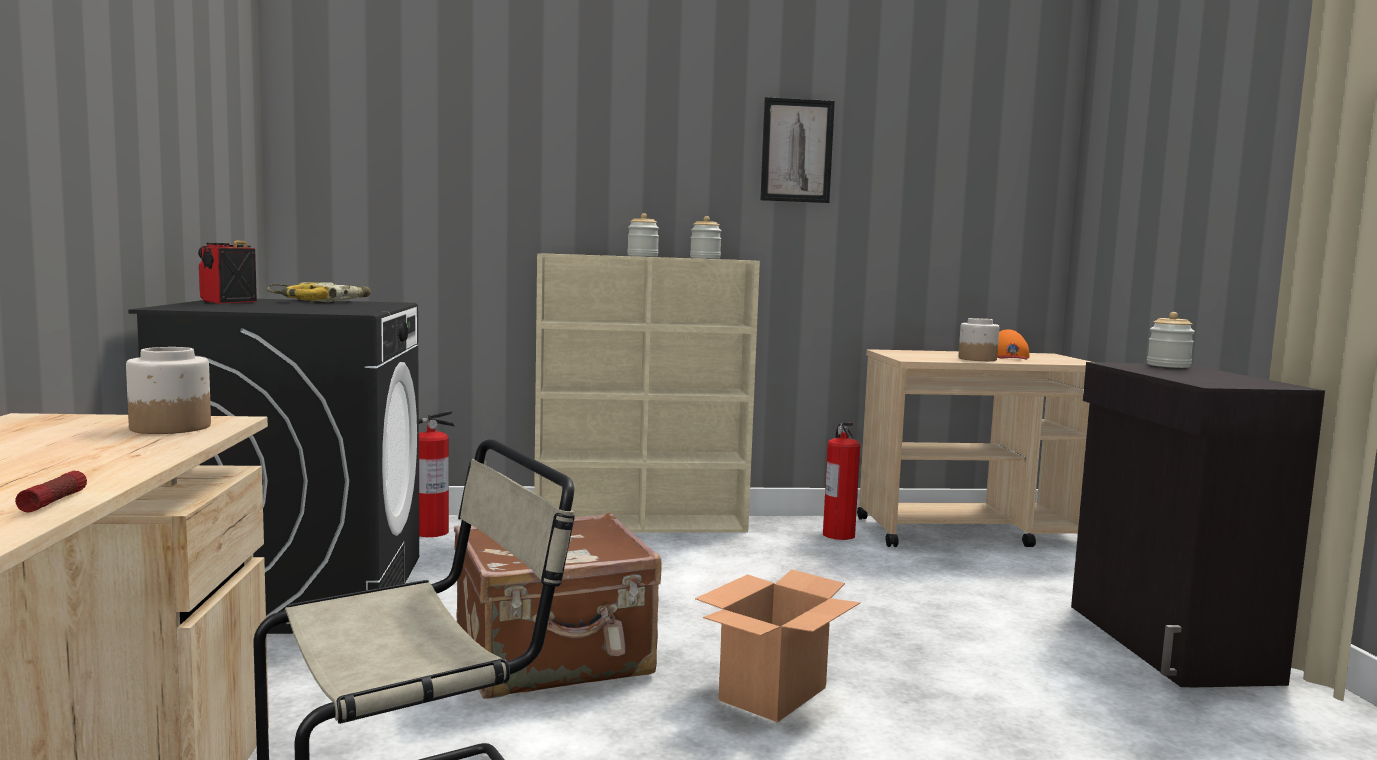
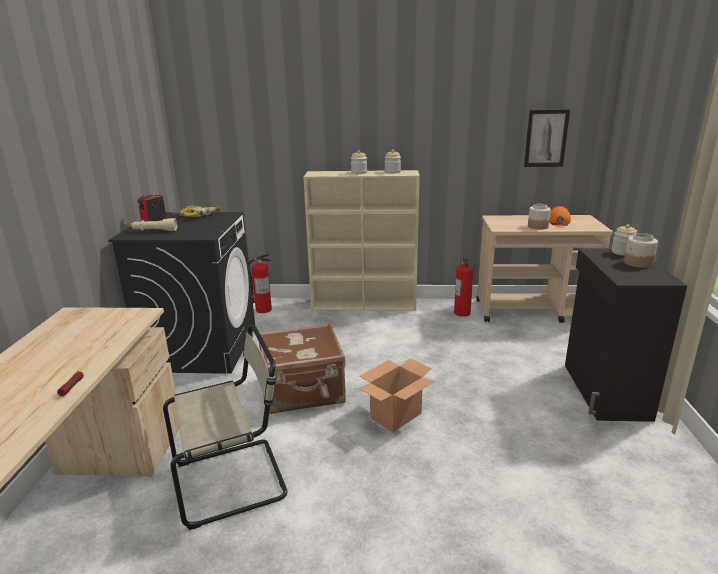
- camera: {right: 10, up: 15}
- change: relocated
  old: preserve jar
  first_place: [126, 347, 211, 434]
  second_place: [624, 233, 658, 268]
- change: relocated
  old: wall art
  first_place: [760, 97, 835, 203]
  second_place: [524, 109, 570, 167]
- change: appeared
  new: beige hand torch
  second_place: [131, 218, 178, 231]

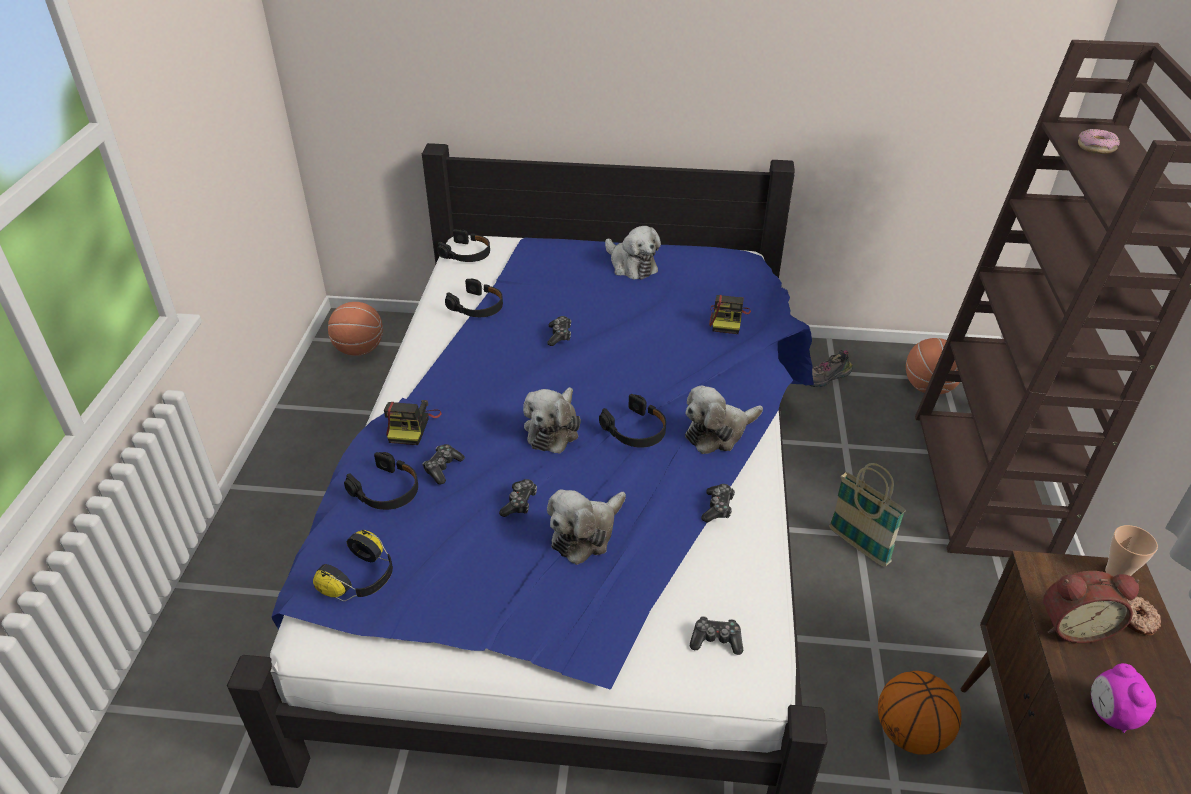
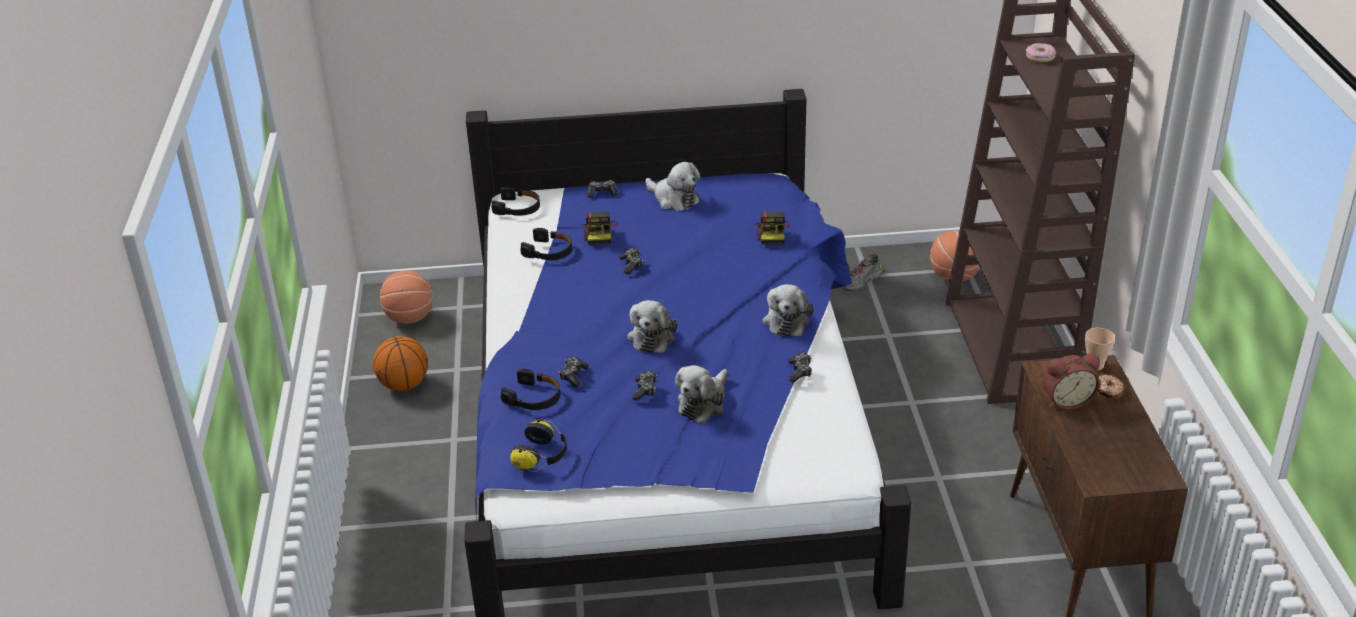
- camera: {right: -10, up: -5}
- change: relocated
  old: still camera
  first_place: [384, 400, 442, 445]
  second_place: [583, 212, 618, 245]
- change: missing
  old: black-coloured headphones
  first_place: [599, 394, 666, 448]
- change: spun
  old: cuddly toy
  first_place: [685, 386, 763, 454]
  second_place: [763, 284, 814, 336]
  degrees: -45
- change: relocated
  old: gamepad
  first_place: [690, 616, 743, 655]
  second_place: [587, 180, 618, 198]
- change: missing
  old: basket
  first_place: [829, 463, 906, 567]
- change: relocated
  old: basketball
  first_place: [878, 671, 962, 755]
  second_place: [373, 336, 428, 391]
- change: missing
  old: alarm clock
  first_place: [1091, 663, 1156, 733]

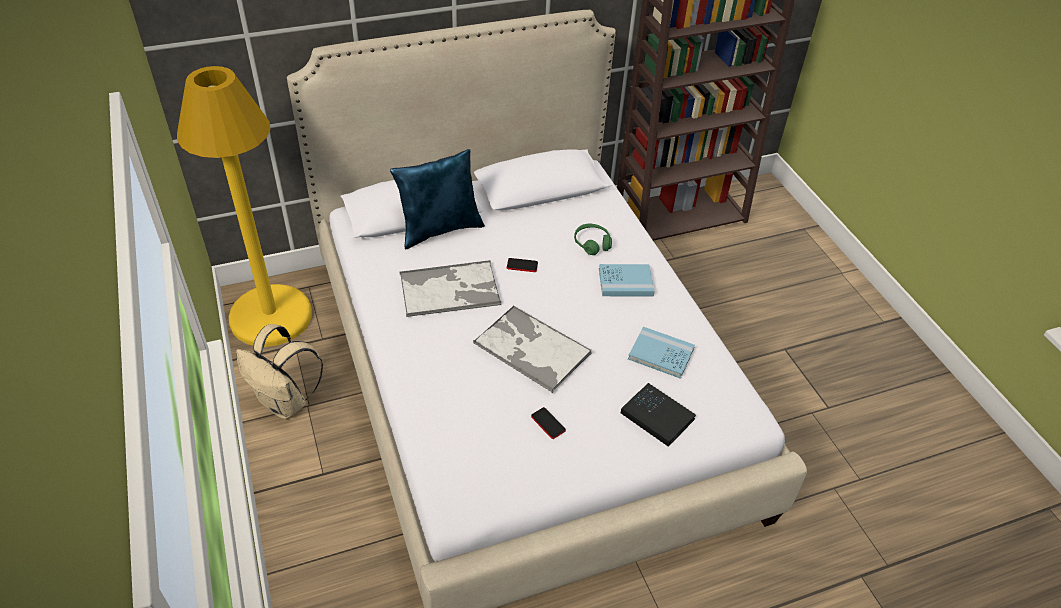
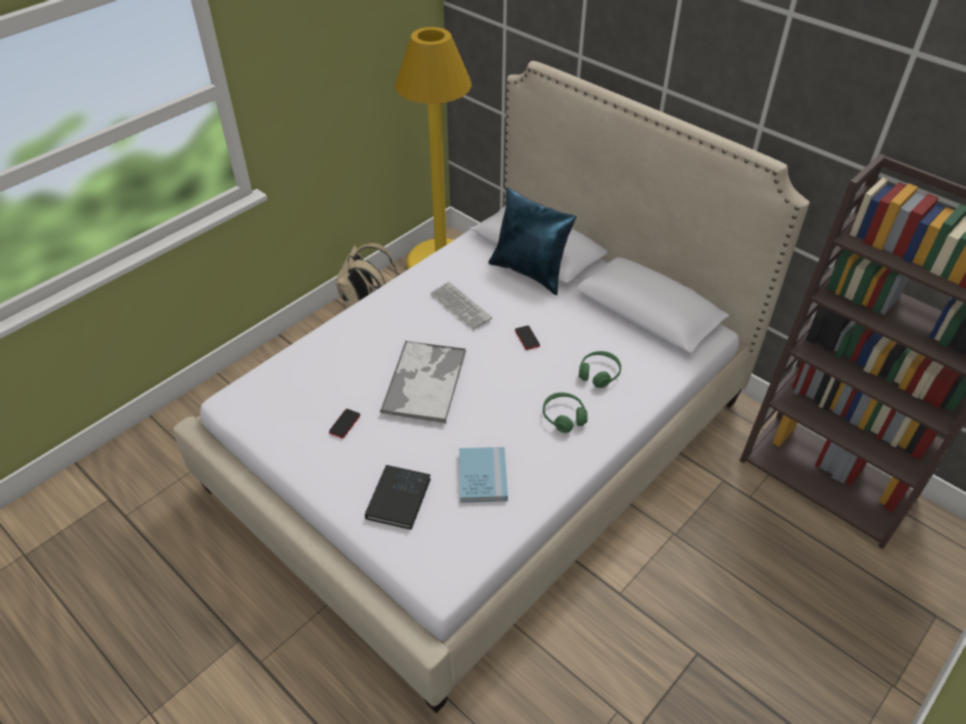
- camera: {right: 65, up: 0}
- change: exchanged
  old: tray
  new: PC keyboard
  first_place: [400, 260, 501, 317]
  second_place: [430, 281, 492, 330]
- change: exchanged
  old: bluish book
  new: green-coloured headphones
  first_place: [599, 264, 655, 296]
  second_place: [543, 392, 588, 433]

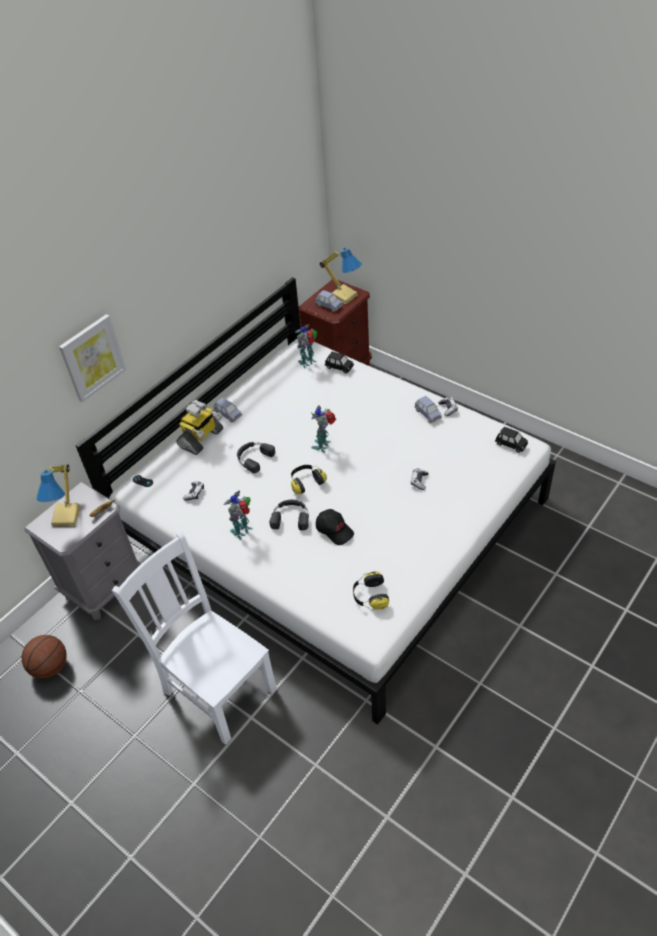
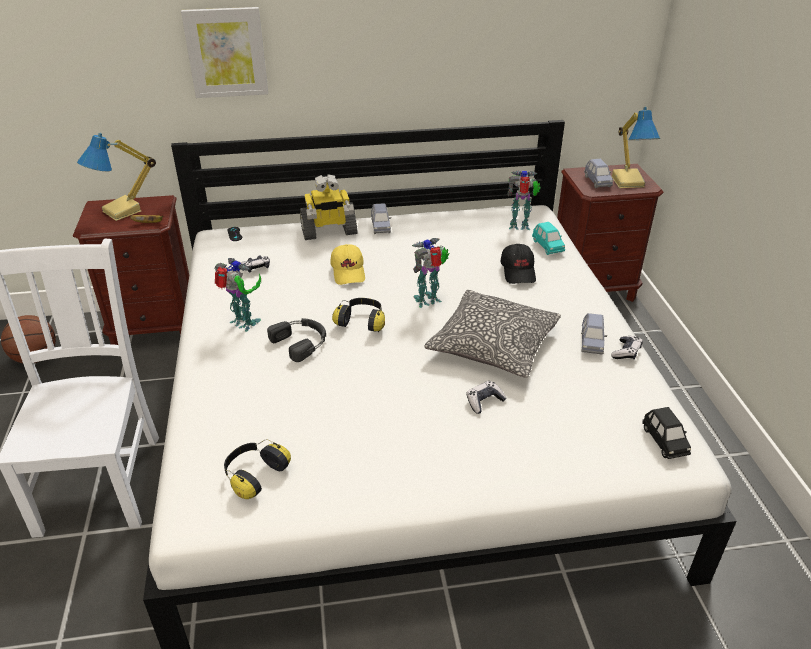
- camera: {right: 40, up: -10}
- change: colour
  old: grey bedside table
  new: brown-coloured bedside table
  first_place: [24, 482, 142, 620]
  second_place: [73, 195, 189, 345]
- change: spun
  old: robot figure
  first_place: [224, 490, 253, 540]
  second_place: [214, 258, 261, 332]
  degrees: 45
- change: exchanged
  old: black-coloured headphones
  new: yellowish cap
  first_place: [237, 442, 275, 473]
  second_place: [331, 244, 365, 285]
- change: relocated
  old: black-coloured cap
  first_place: [316, 509, 354, 545]
  second_place: [501, 244, 536, 284]
- change: colour
  old: black-coloured miniature car
  new: turquoise miniature car
  first_place: [325, 352, 354, 373]
  second_place: [532, 222, 565, 255]
- change: appeared
  new: throw pillow
  second_place: [424, 290, 561, 378]

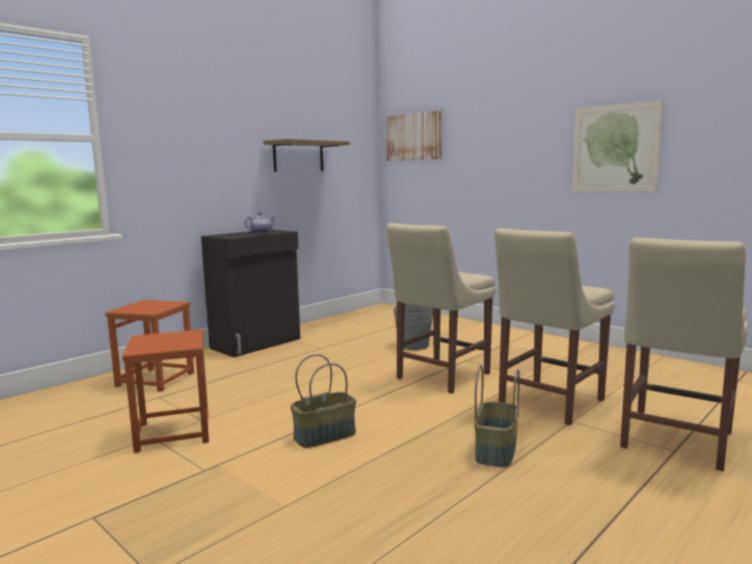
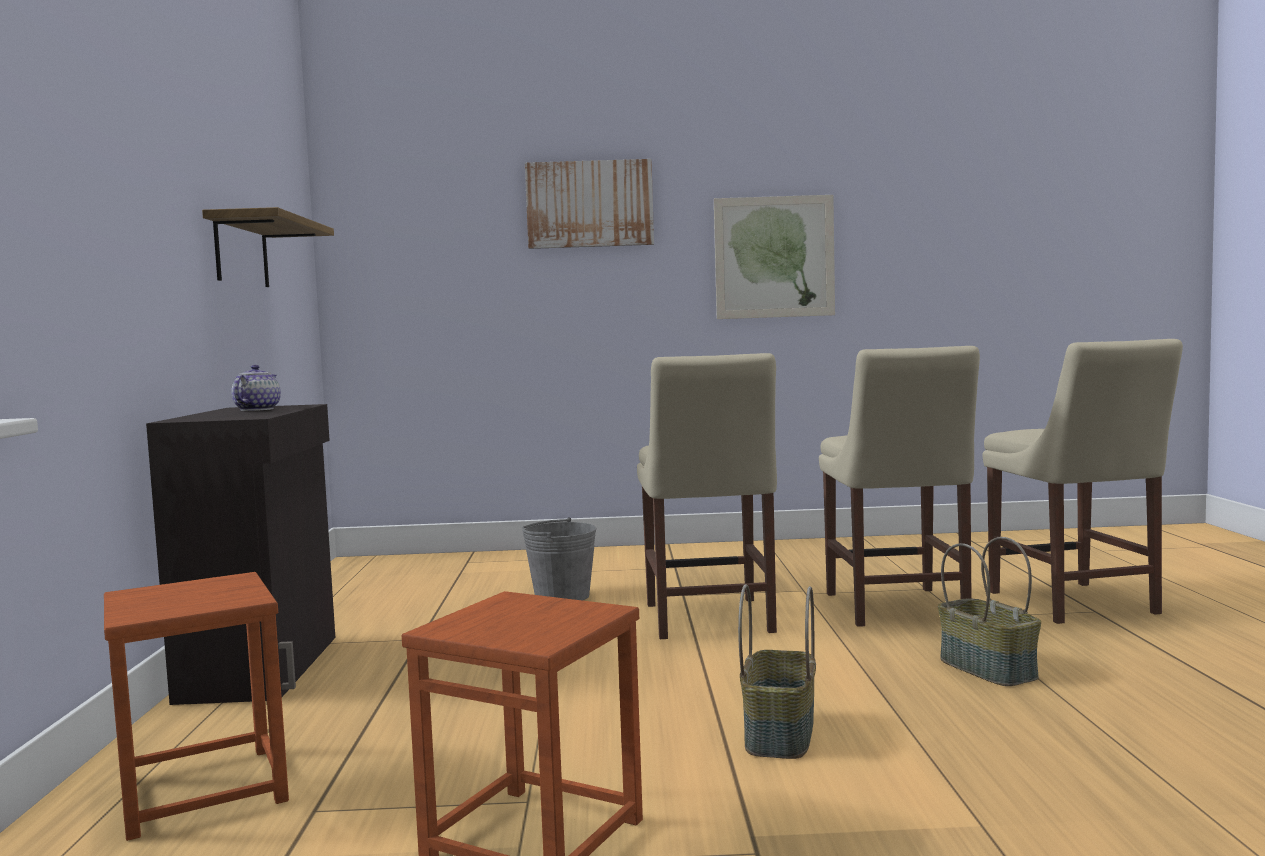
- camera: {right: -45, up: -5}
- change: relocated
  old: wall art
  first_place: [386, 110, 441, 161]
  second_place: [525, 159, 654, 249]

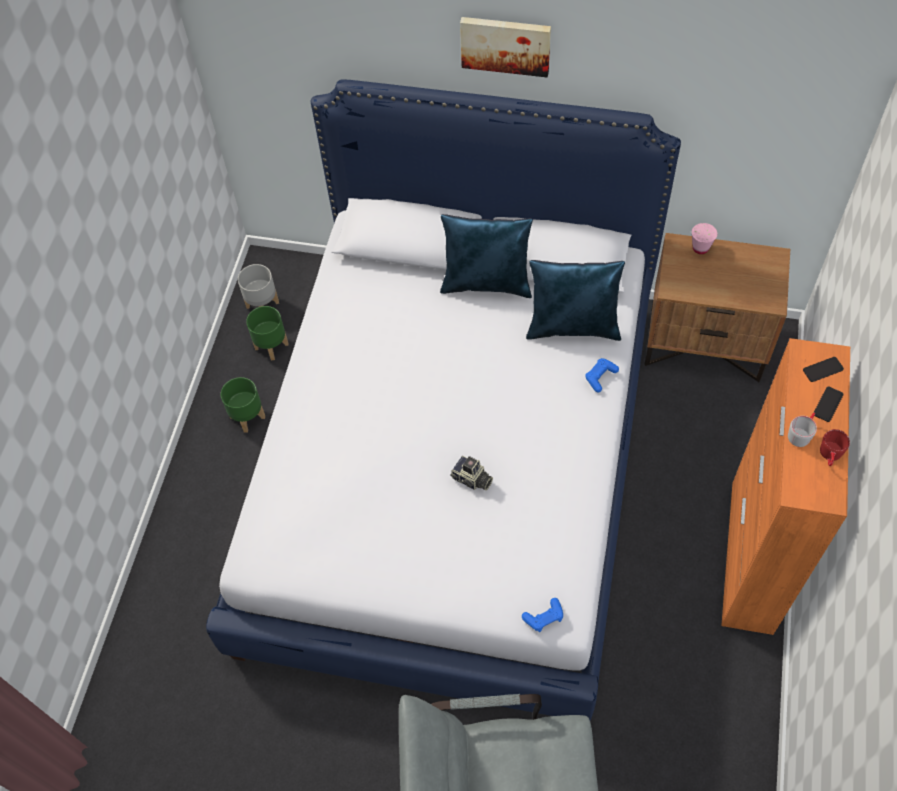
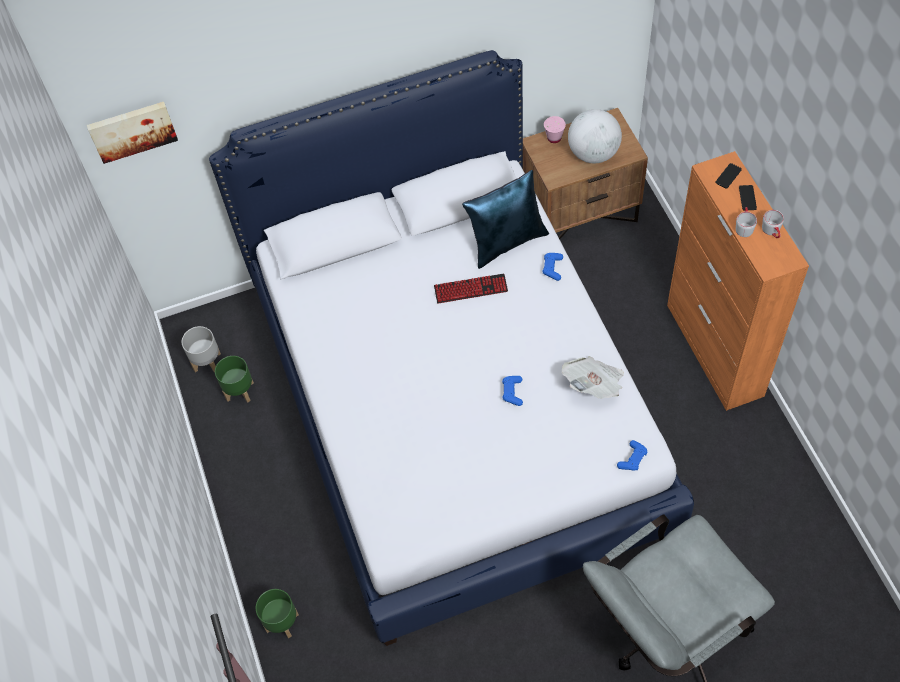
- camera: {right: -30, up: 0}
- change: relocated
  old: green-coloured flower pot
  first_place: [221, 377, 265, 433]
  second_place: [256, 589, 299, 638]
- change: missing
  old: bluish throw pillow
  first_place: [440, 214, 533, 298]
- change: exchanged
  old: still camera
  new: bluish gamepad
  first_place: [450, 456, 493, 491]
  second_place: [502, 376, 523, 406]
- change: relocated
  old: wall art
  first_place: [460, 17, 551, 77]
  second_place: [87, 102, 178, 164]
- change: colour
  old: red tea mug
  new: grey tea mug
  first_place: [820, 429, 850, 466]
  second_place: [762, 210, 784, 238]
- change: appeared
  new: PC keyboard
  second_place: [434, 273, 508, 303]
- change: appeared
  new: daily paper
  second_place: [562, 356, 624, 399]
- change: appeared
  new: globe
  second_place: [568, 109, 622, 163]

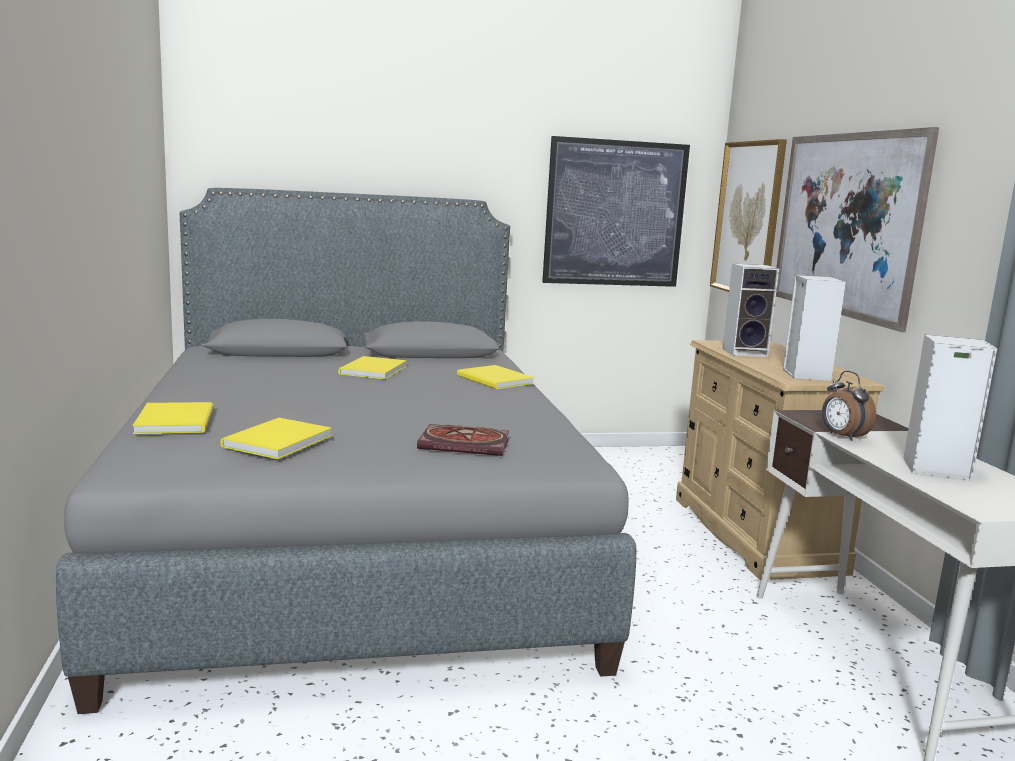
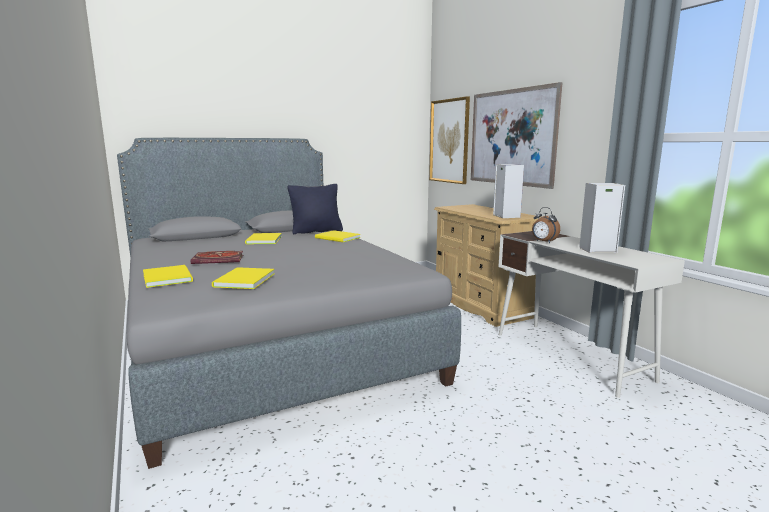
- camera: {right: -15, up: 0}
- change: relocated
  old: book
  first_place: [417, 424, 509, 456]
  second_place: [191, 251, 243, 264]
- change: missing
  old: wall art
  first_place: [542, 136, 690, 287]
- change: missing
  old: loudspeaker
  first_place: [723, 264, 779, 357]
- change: appeared
  new: black-coloured throw pillow
  second_place: [288, 184, 343, 234]

